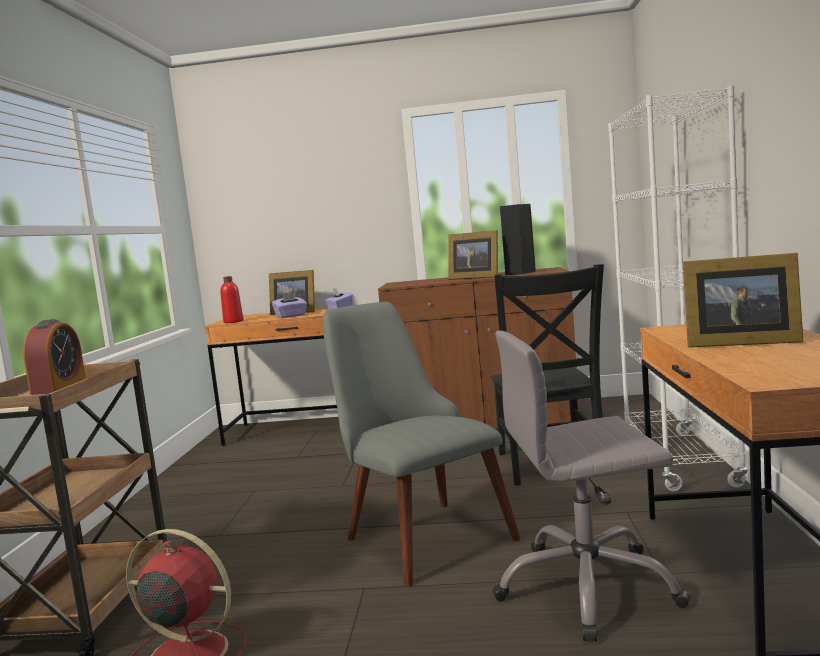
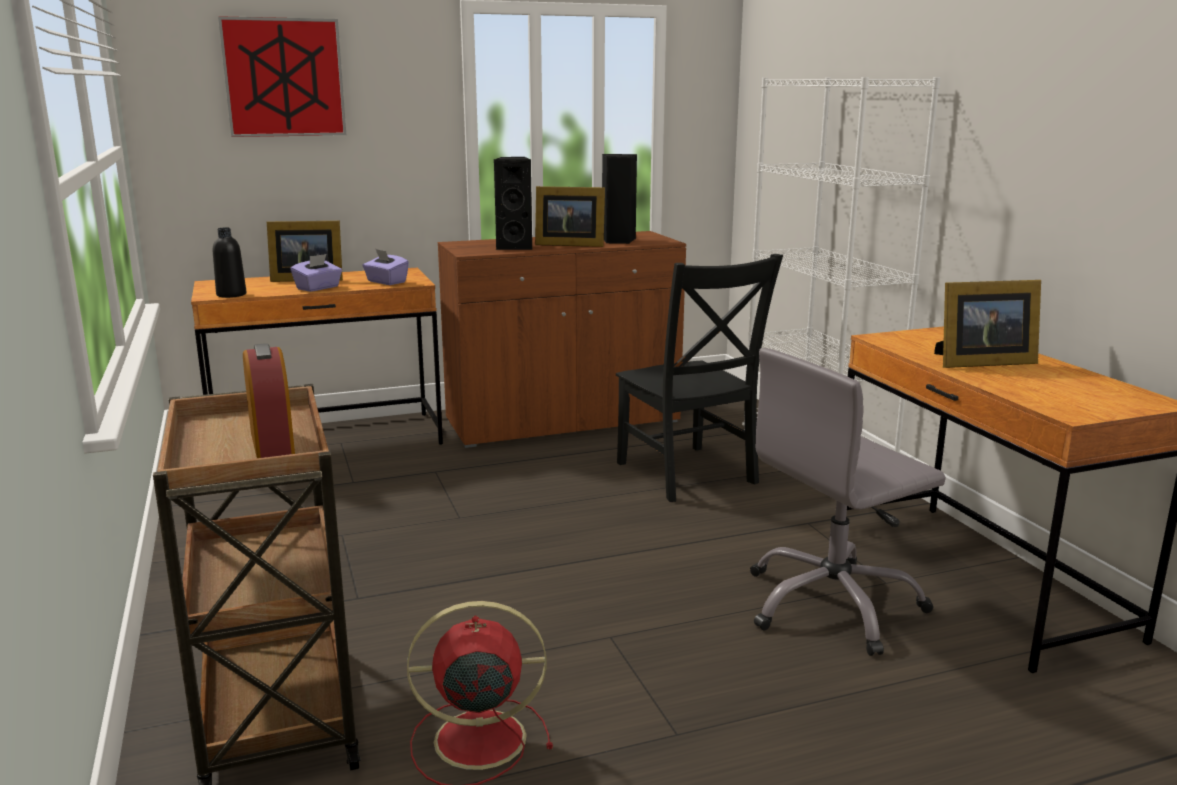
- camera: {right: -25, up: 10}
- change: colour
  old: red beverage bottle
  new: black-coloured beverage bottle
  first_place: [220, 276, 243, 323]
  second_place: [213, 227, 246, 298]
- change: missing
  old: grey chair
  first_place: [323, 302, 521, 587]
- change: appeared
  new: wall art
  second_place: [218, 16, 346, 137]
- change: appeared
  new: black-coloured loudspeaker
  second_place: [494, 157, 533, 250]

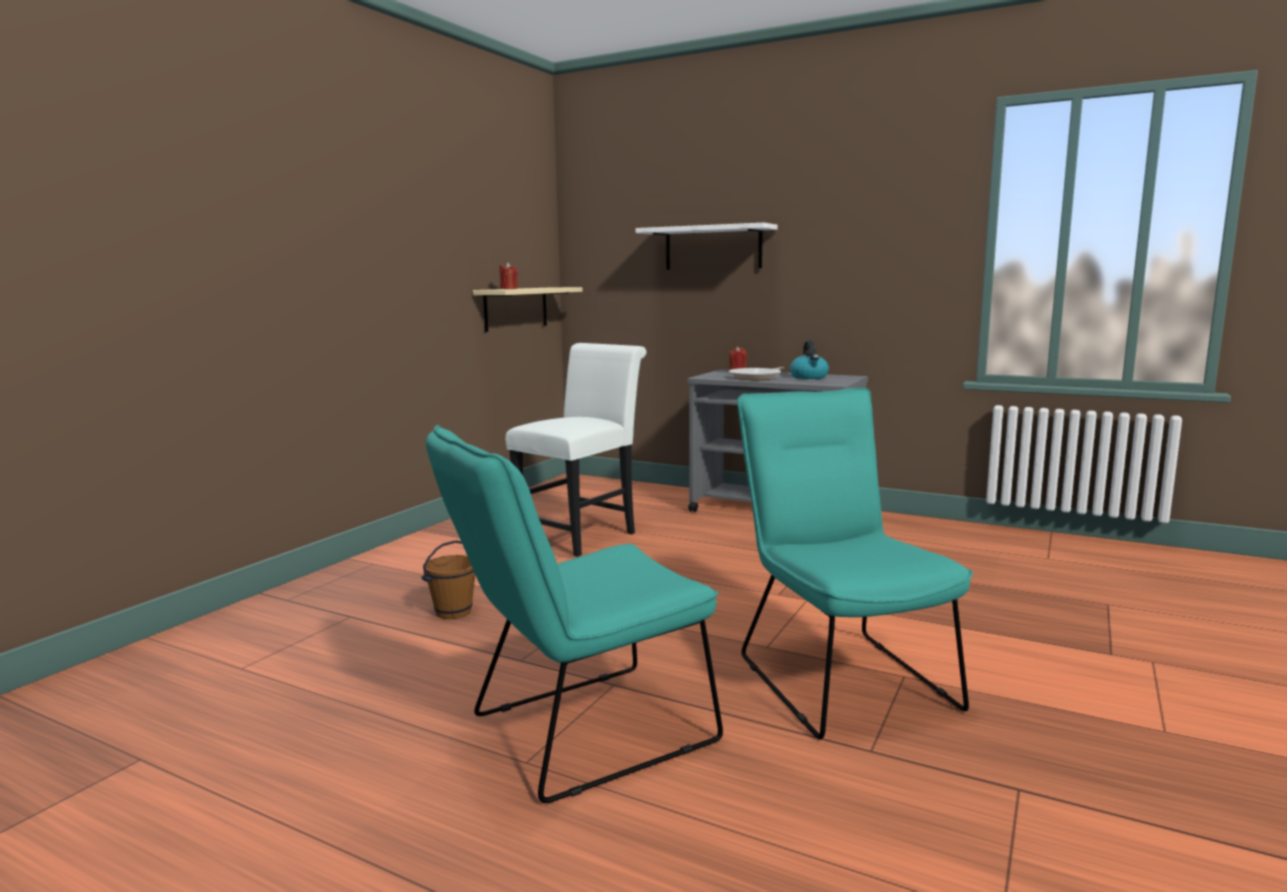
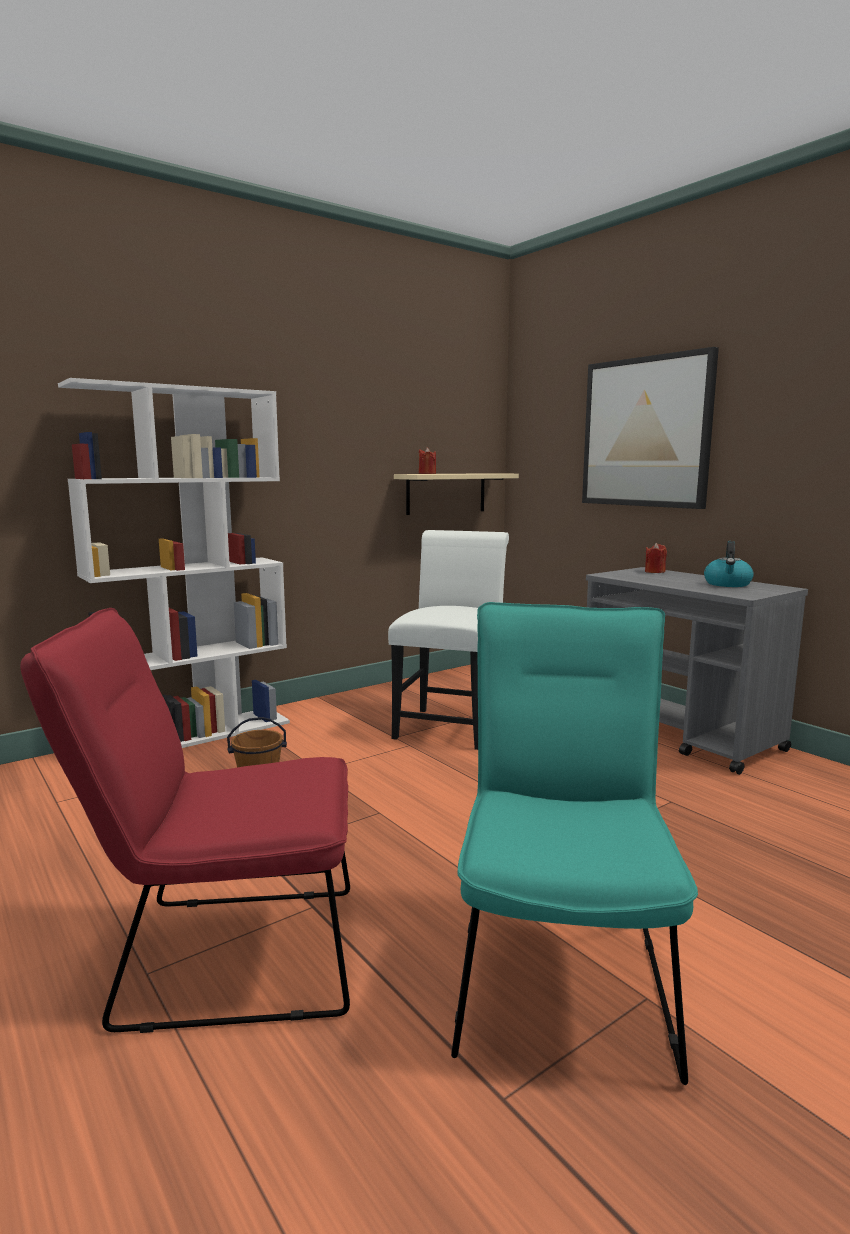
- camera: {right: 25, up: 0}
- change: colour
  old: turquoise chair
  new: red chair
  first_place: [426, 425, 723, 803]
  second_place: [20, 608, 350, 1033]
- change: spun
  old: white chair
  first_place: [505, 343, 646, 557]
  second_place: [388, 530, 509, 750]
  degrees: -45
- change: exchanged
  old: white wall shelf
  new: wall art
  first_place: [636, 223, 778, 270]
  second_place: [582, 347, 719, 509]
- change: missing
  old: pan
  first_place: [729, 367, 784, 380]
- change: appeared
  new: white shelving unit
  second_place: [58, 378, 290, 748]

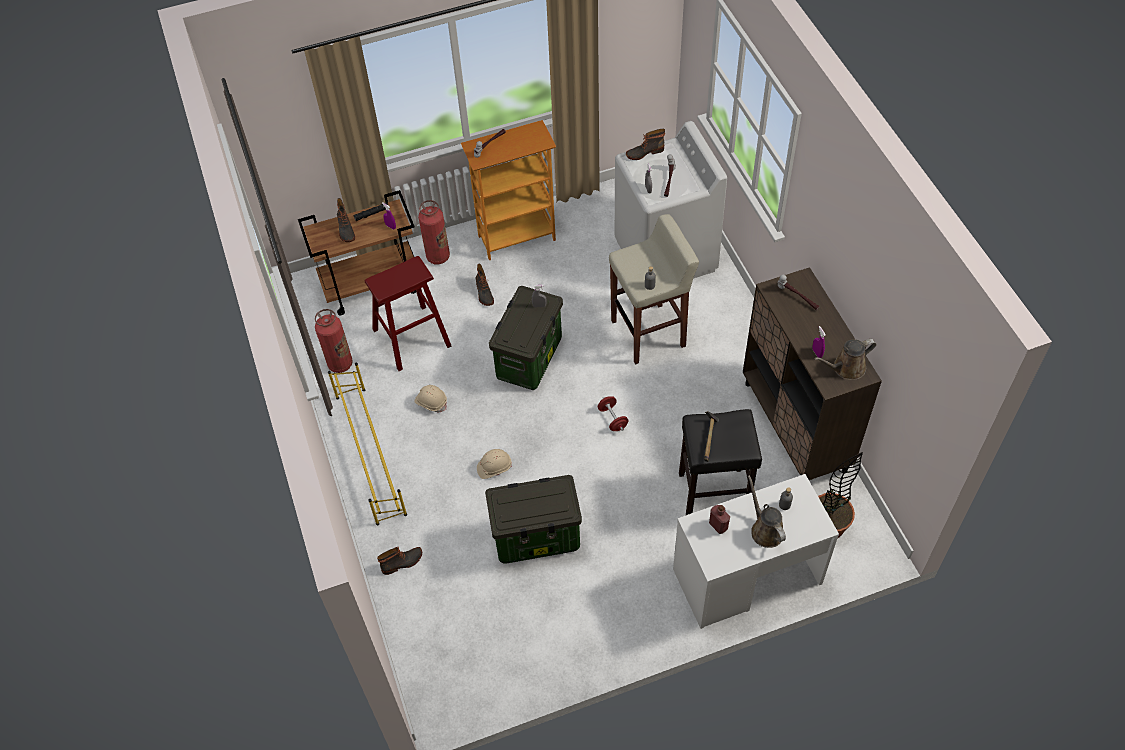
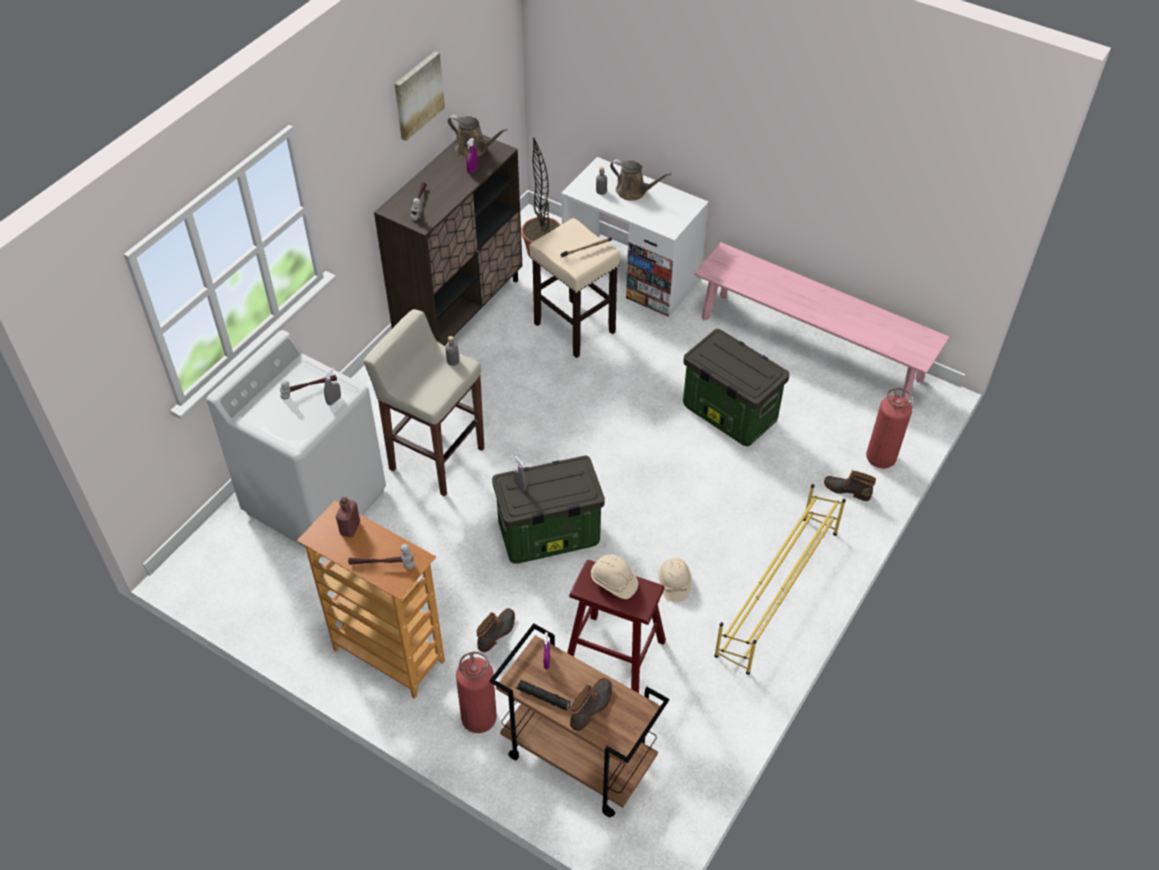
- camera: {right: -130, up: -5}
- change: relocated
  old: extinguisher
  first_place: [315, 309, 353, 373]
  second_place: [866, 388, 913, 468]
- change: relocated
  old: beige safety helmet
  first_place: [477, 449, 512, 479]
  second_place: [591, 554, 638, 599]
- change: missing
  old: red hand weight
  first_place: [598, 396, 628, 431]
- change: missing
  old: boot
  first_place: [626, 129, 665, 160]
- change: colour
  old: black-coloured stool
  new: beige stool
  first_place: [679, 409, 762, 515]
  second_place: [529, 218, 620, 358]
- change: relocated
  old: red beverage bottle
  first_place: [709, 505, 730, 534]
  second_place: [336, 497, 360, 537]
- change: spun
  old: brown-coloured sprinkling can
  first_place: [748, 475, 786, 548]
  second_place: [610, 159, 671, 201]
  degrees: -90
- change: appeared
  new: wall art
  second_place: [395, 51, 445, 141]
- change: appeared
  new: pinkish indoor bench
  second_place: [694, 242, 949, 399]

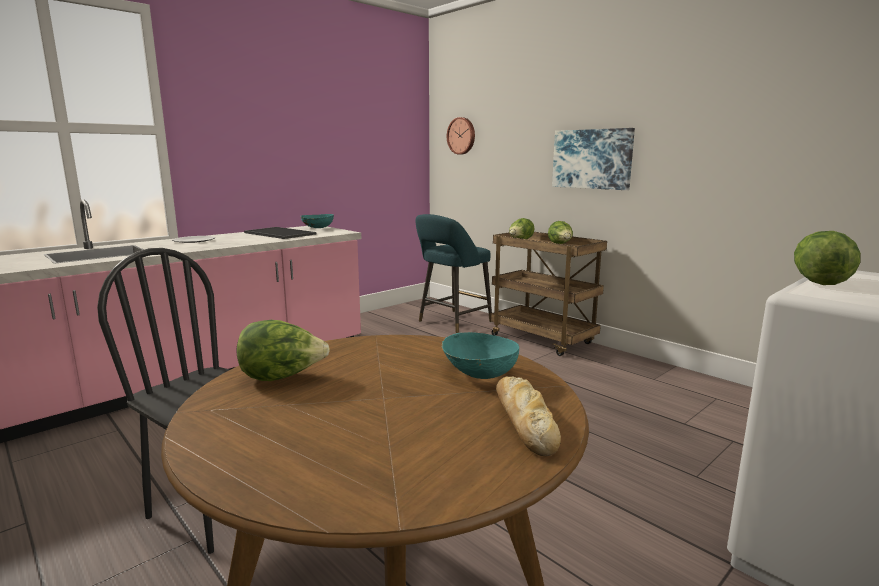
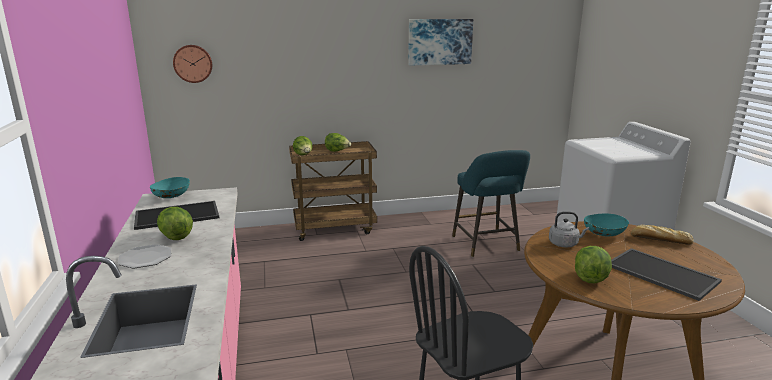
- camera: {right: -60, up: 5}
- change: relocated
  old: turquoise stool
  first_place: [415, 214, 492, 333]
  second_place: [452, 150, 530, 257]
- change: relocated
  old: wall art
  first_place: [552, 128, 635, 190]
  second_place: [408, 19, 473, 65]
- change: relocated
  old: head of lettuce
  first_place: [794, 231, 860, 285]
  second_place: [157, 207, 193, 240]
- change: appeared
  new: grey tea kettle
  second_place: [549, 211, 589, 248]
- change: appeared
  new: tray
  second_place: [611, 248, 722, 301]

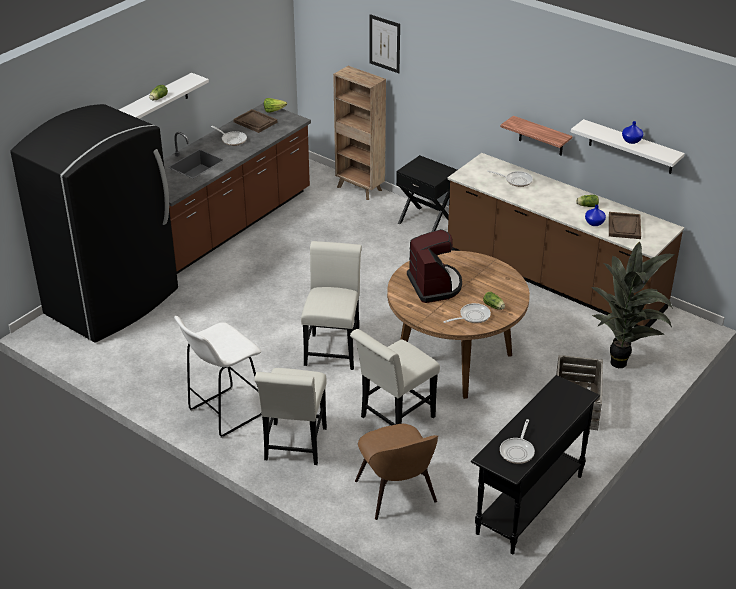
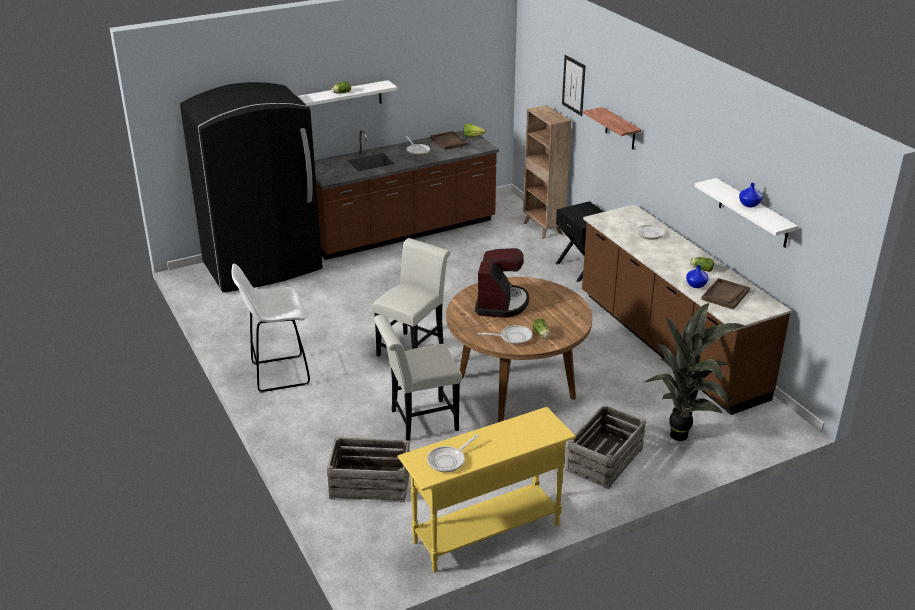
- camera: {right: 25, up: -5}
- change: missing
  old: white chair
  first_place: [254, 368, 327, 465]
- change: exchanged
  old: brown-coloured chair
  new: crate
  first_place: [355, 424, 438, 520]
  second_place: [327, 437, 410, 502]
- change: colour
  old: black-coloured console table
  new: yellowish console table
  first_place: [471, 375, 600, 554]
  second_place: [397, 407, 576, 573]
- change: relocated
  old: wall shelf
  first_place: [500, 116, 572, 156]
  second_place: [583, 107, 641, 150]

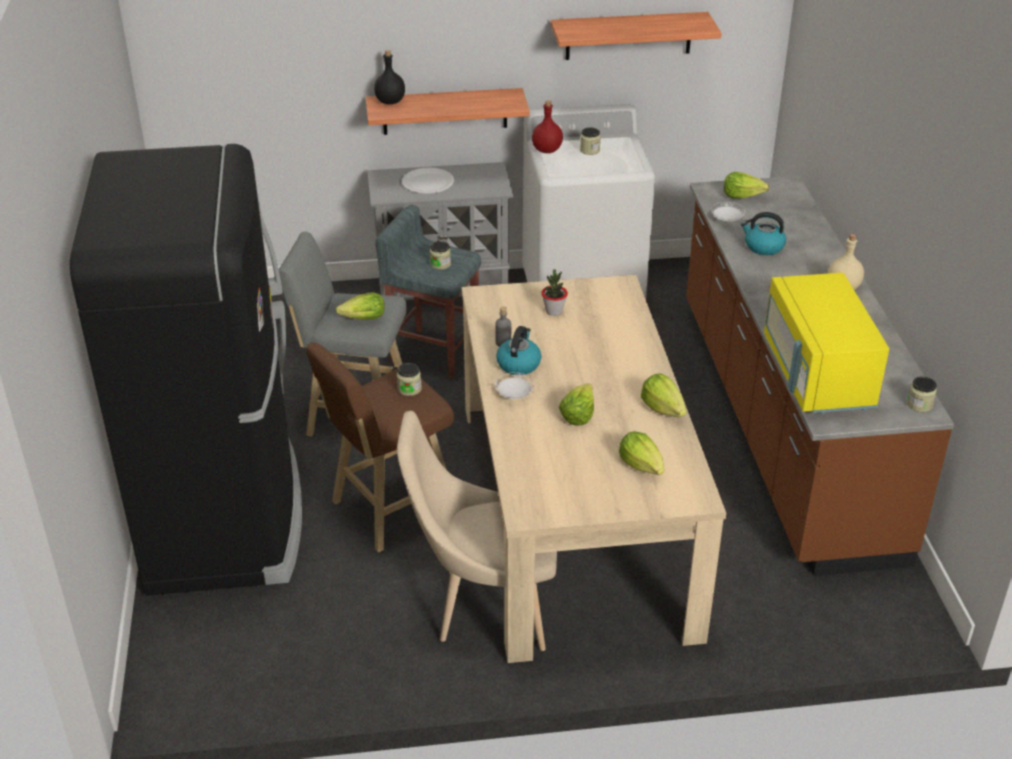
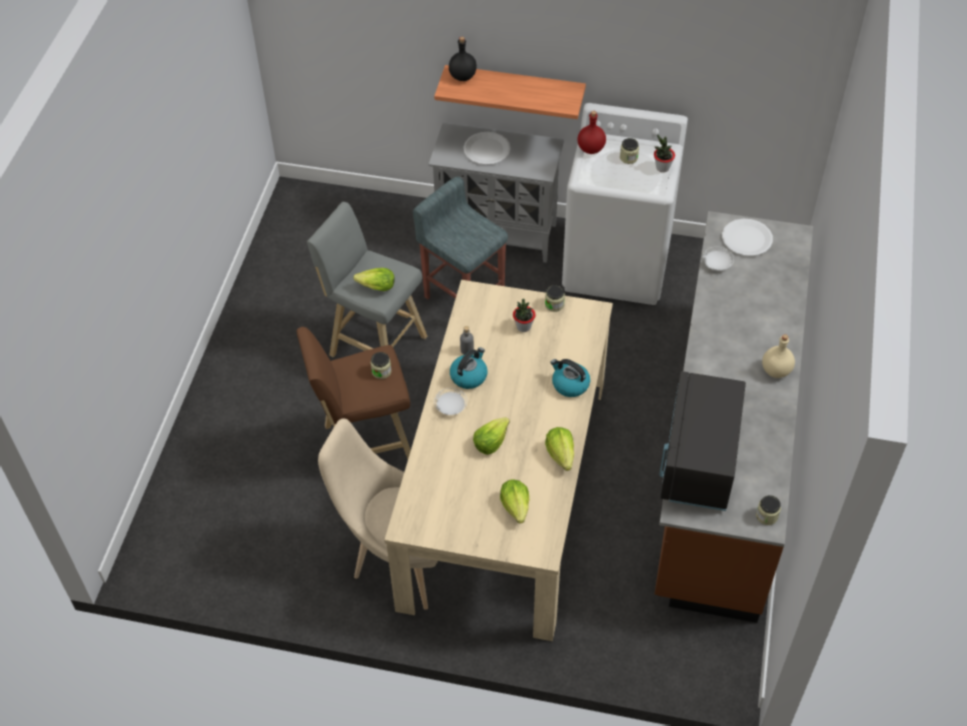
- camera: {right: 20, up: 15}
- change: missing
  old: black-coloured fridge
  first_place: [70, 144, 302, 596]
- change: relocated
  old: preserve jar
  first_place: [430, 241, 451, 270]
  second_place: [545, 285, 565, 312]
- change: missing
  old: wall shelf
  first_place: [551, 12, 722, 60]
- change: exchanged
  old: head of lettuce
  new: white plate
  first_place: [724, 172, 769, 198]
  second_place: [722, 219, 773, 256]
- change: relocated
  old: tea kettle
  first_place: [741, 212, 786, 255]
  second_place: [551, 359, 590, 397]
- change: colour
  old: yellowish microwave oven
  new: black-coloured microwave oven
  first_place: [764, 273, 889, 414]
  second_place: [659, 371, 746, 511]
- change: appeared
  new: potted plant
  second_place: [654, 134, 675, 172]

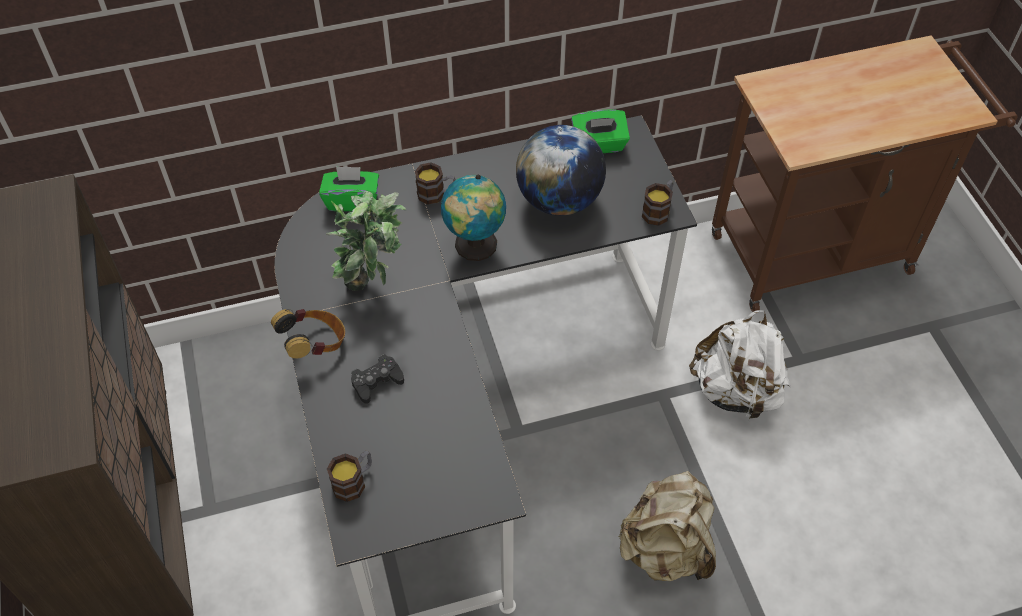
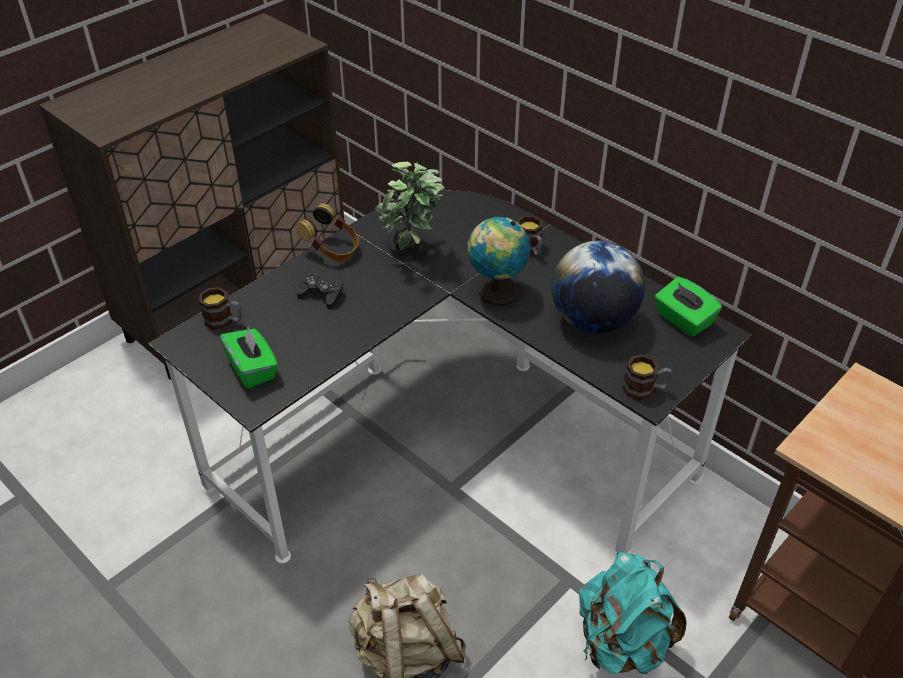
- camera: {right: 60, up: -10}
- change: relocated
  old: green-coloured tissue holder
  first_place: [319, 166, 379, 211]
  second_place: [220, 327, 278, 389]
- change: colour
  old: white backpack
  new: turquoise backpack
  first_place: [689, 310, 790, 423]
  second_place: [579, 552, 687, 674]

